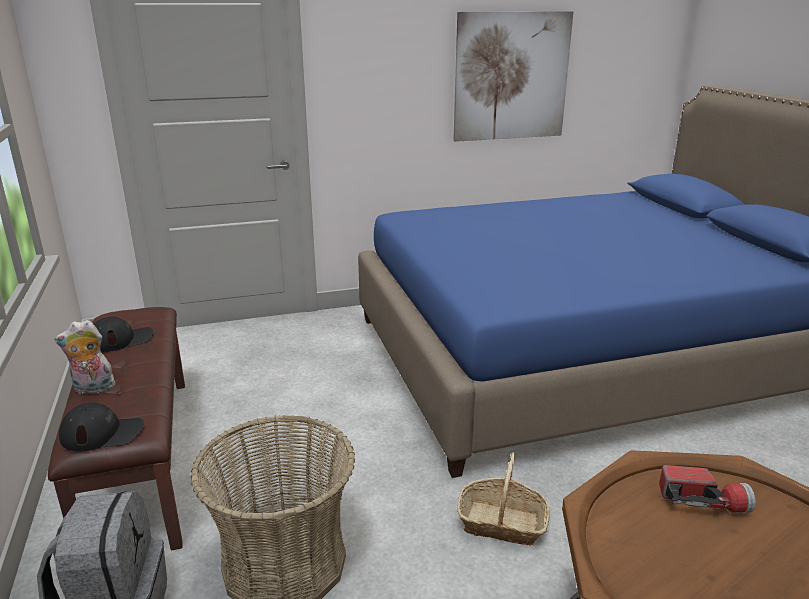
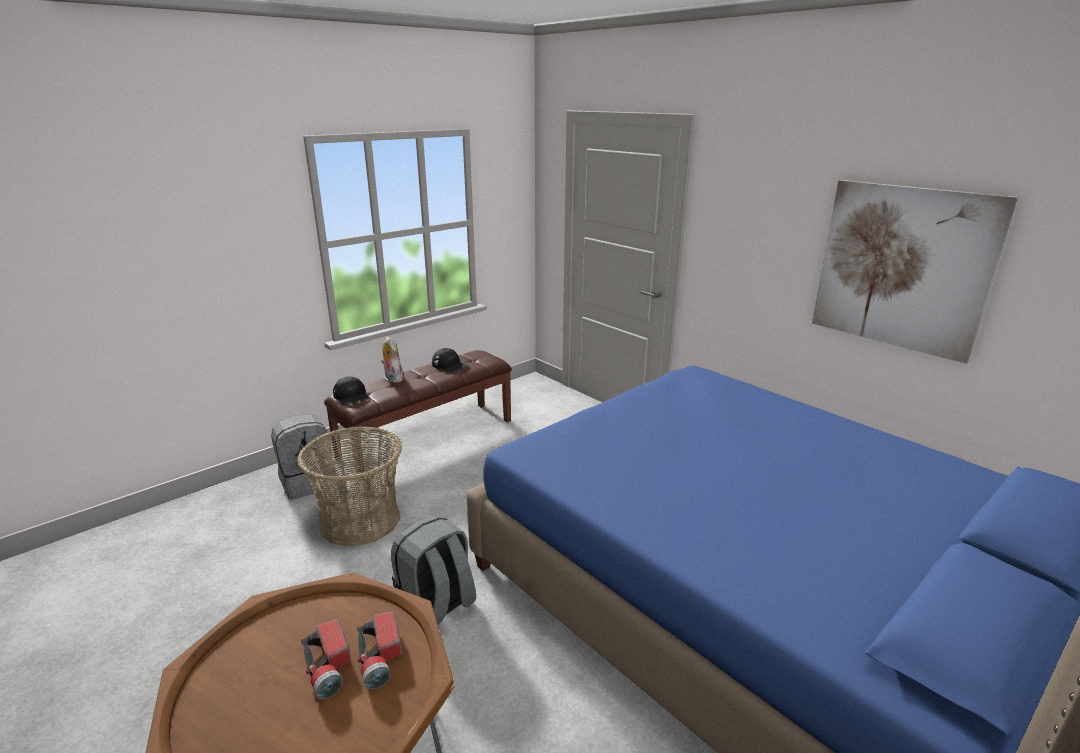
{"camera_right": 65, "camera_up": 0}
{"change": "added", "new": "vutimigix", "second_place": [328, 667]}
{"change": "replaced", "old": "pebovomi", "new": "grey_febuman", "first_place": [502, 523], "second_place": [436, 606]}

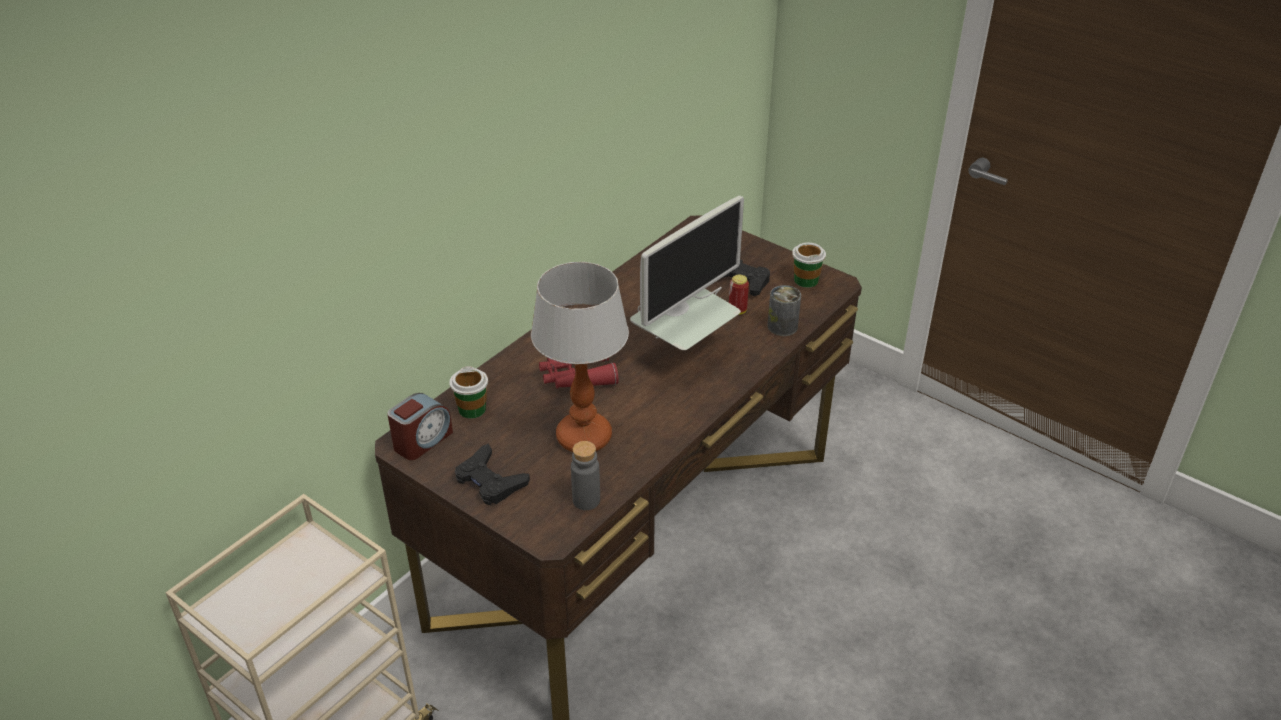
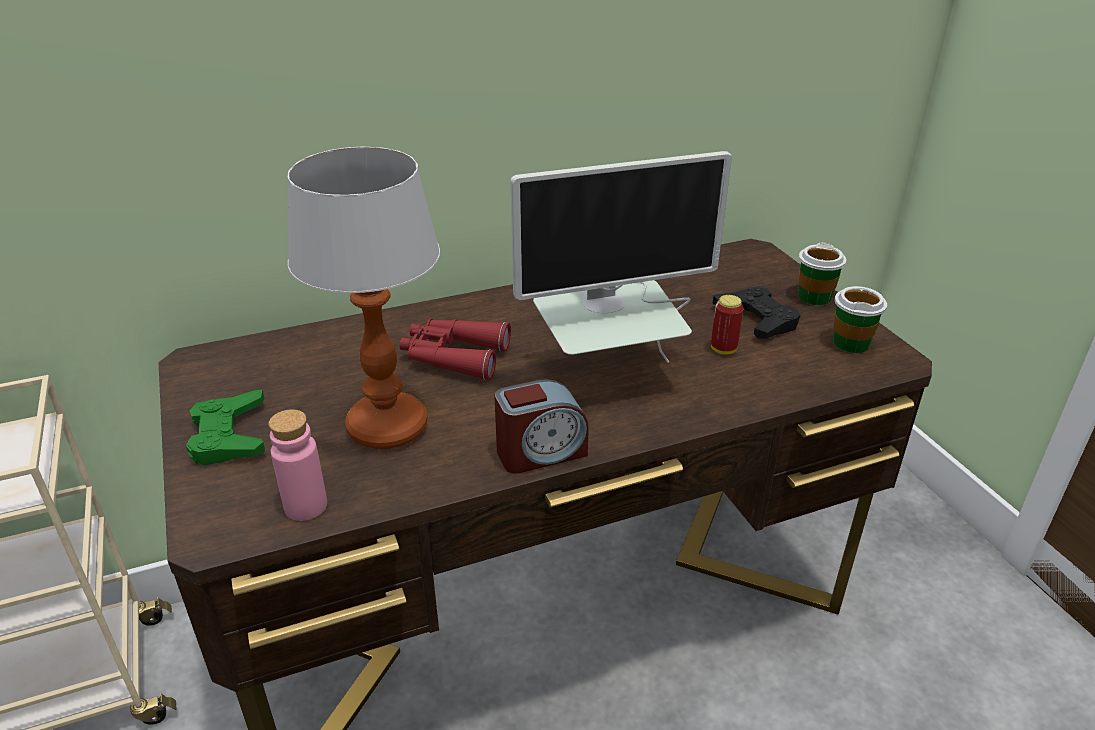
{"camera_right": 30, "camera_up": -5}
{"change": "removed", "old": "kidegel", "first_place": [782, 326]}
{"change": "moved", "old": "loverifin", "first_place": [422, 441], "second_place": [540, 452]}
{"change": "moved", "old": "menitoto", "first_place": [472, 409], "second_place": [814, 297]}
{"change": "recoloured", "old": "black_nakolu", "new": "green_nakolu", "first_place": [490, 481], "second_place": [229, 436]}
{"change": "recoloured", "old": "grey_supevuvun", "new": "pink_supevuvun", "first_place": [586, 500], "second_place": [306, 506]}

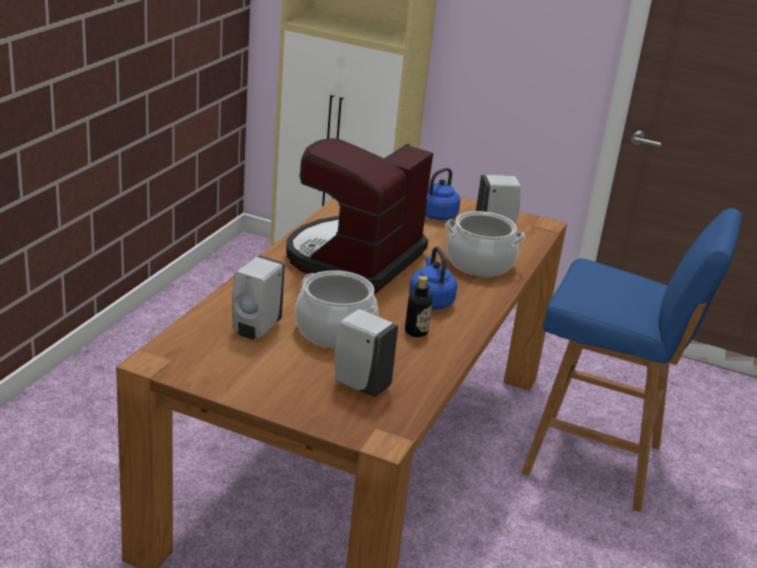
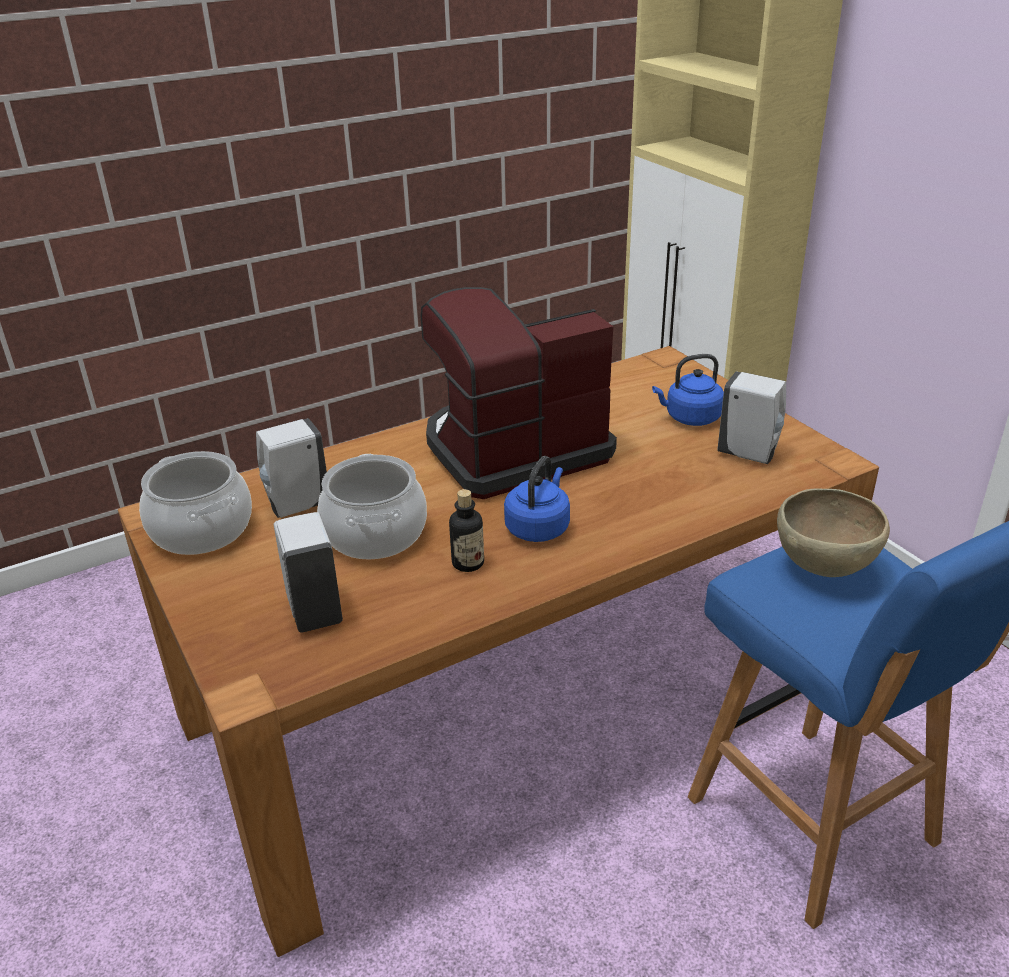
{"camera_right": 40, "camera_up": 5}
{"change": "added", "new": "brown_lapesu", "second_place": [824, 567]}
{"change": "moved", "old": "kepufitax", "first_place": [479, 264], "second_place": [201, 530]}

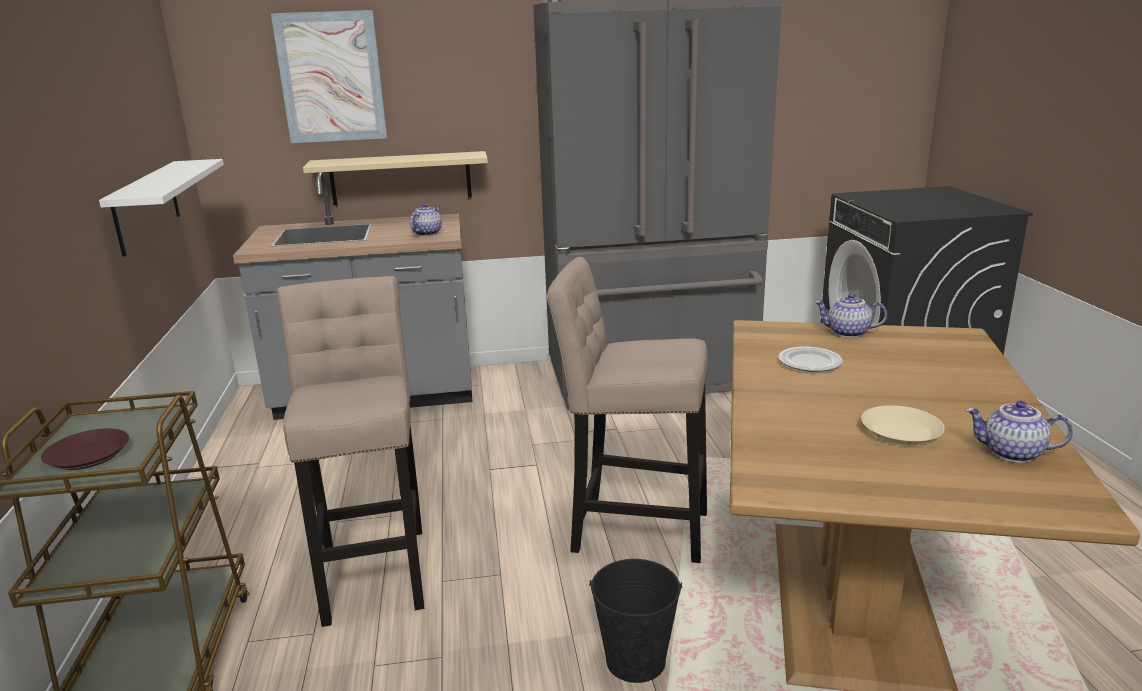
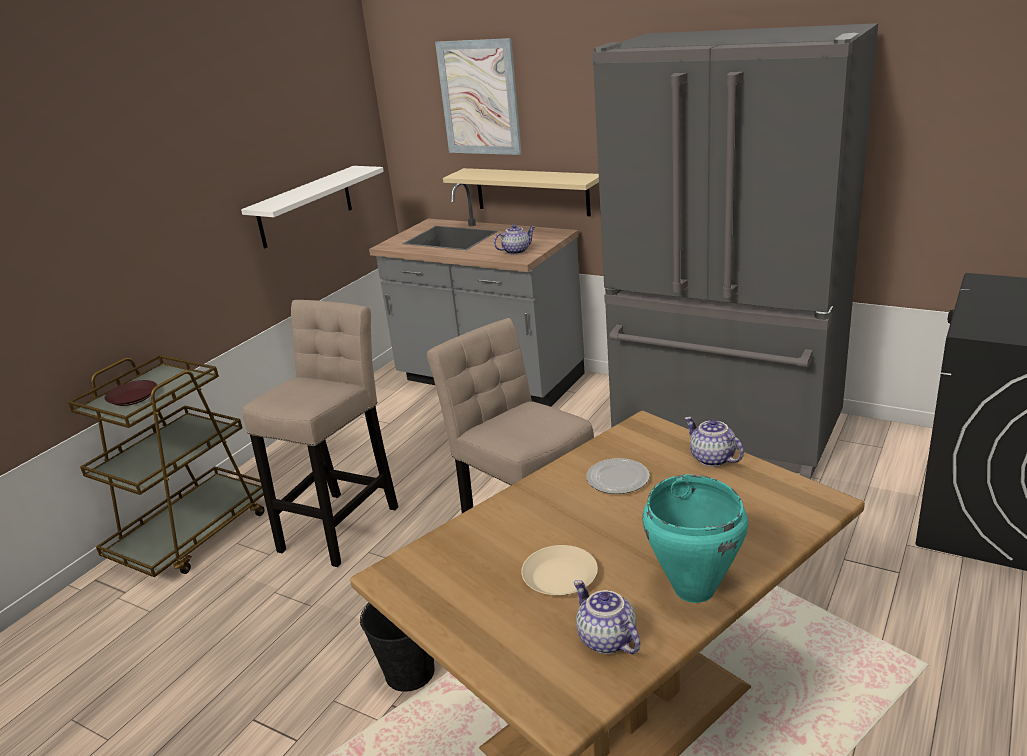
{"camera_right": 40, "camera_up": 5}
{"change": "added", "new": "turquoise_kepufitax", "second_place": [693, 590]}

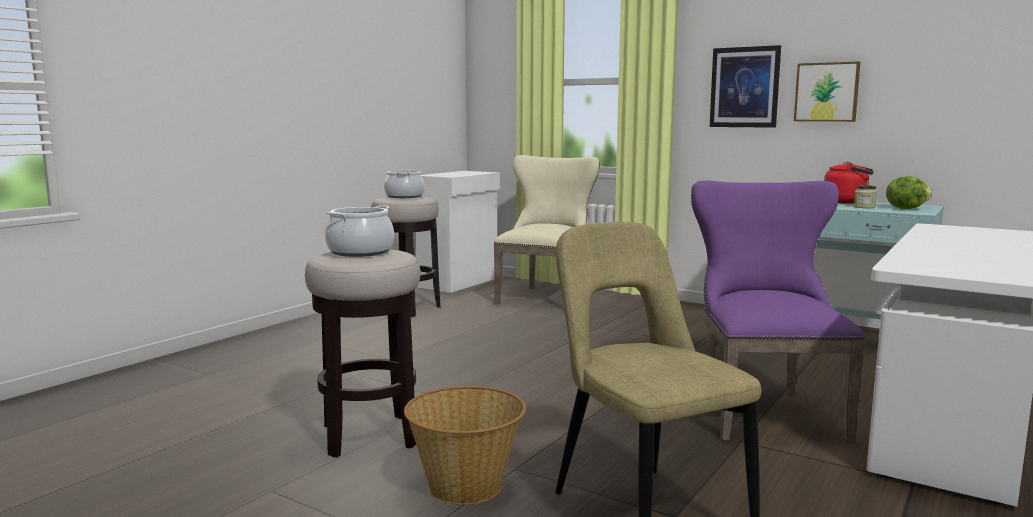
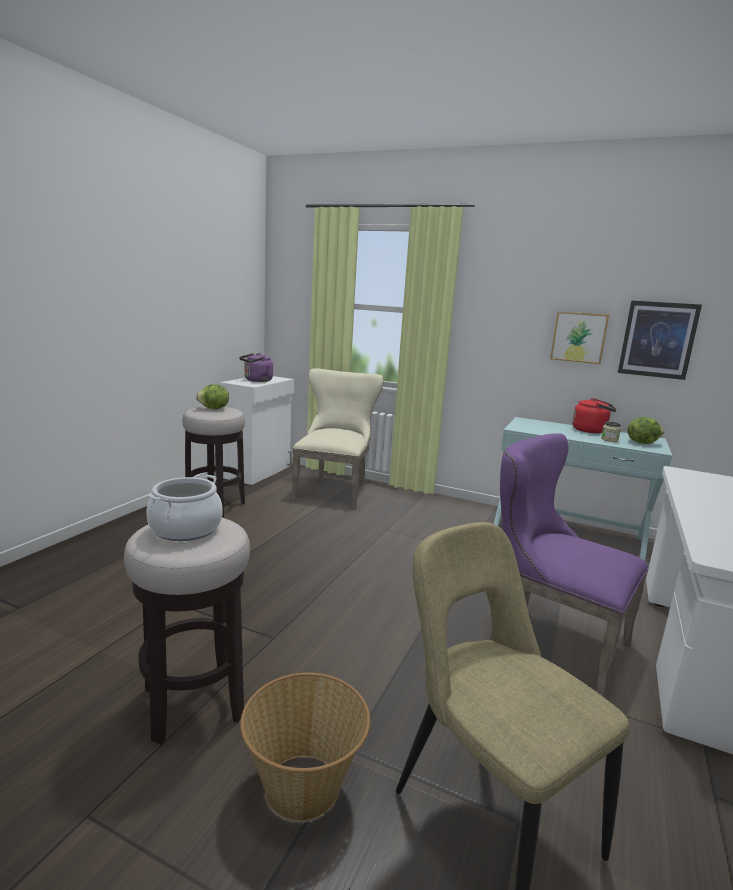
{"camera_right": -10, "camera_up": 5}
{"change": "added", "new": "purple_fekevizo", "second_place": [256, 380]}
{"change": "moved", "old": "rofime", "first_place": [744, 87], "second_place": [657, 339]}
{"change": "replaced", "old": "kepufitax", "new": "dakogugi", "first_place": [404, 196], "second_place": [214, 409]}
{"change": "turned", "old": "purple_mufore", "first_place": [763, 409], "second_place": [549, 640], "degrees": -45}

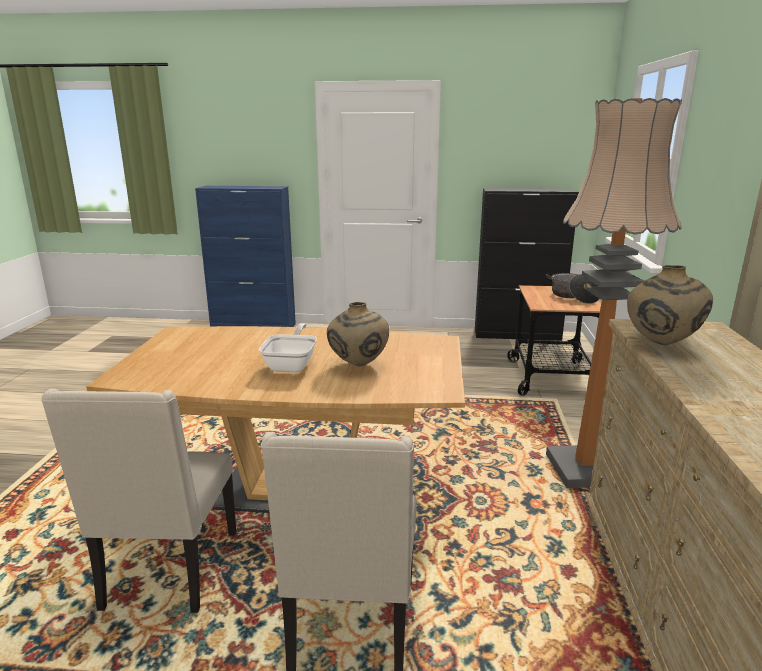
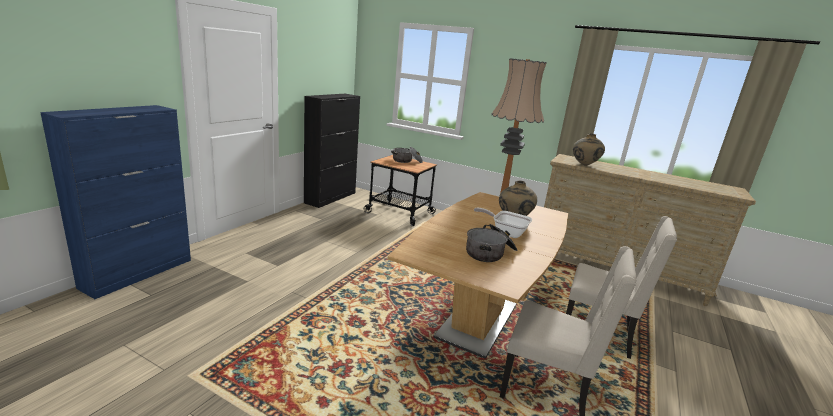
{"camera_right": -70, "camera_up": 0}
{"change": "added", "new": "kepufitax", "second_place": [490, 253]}

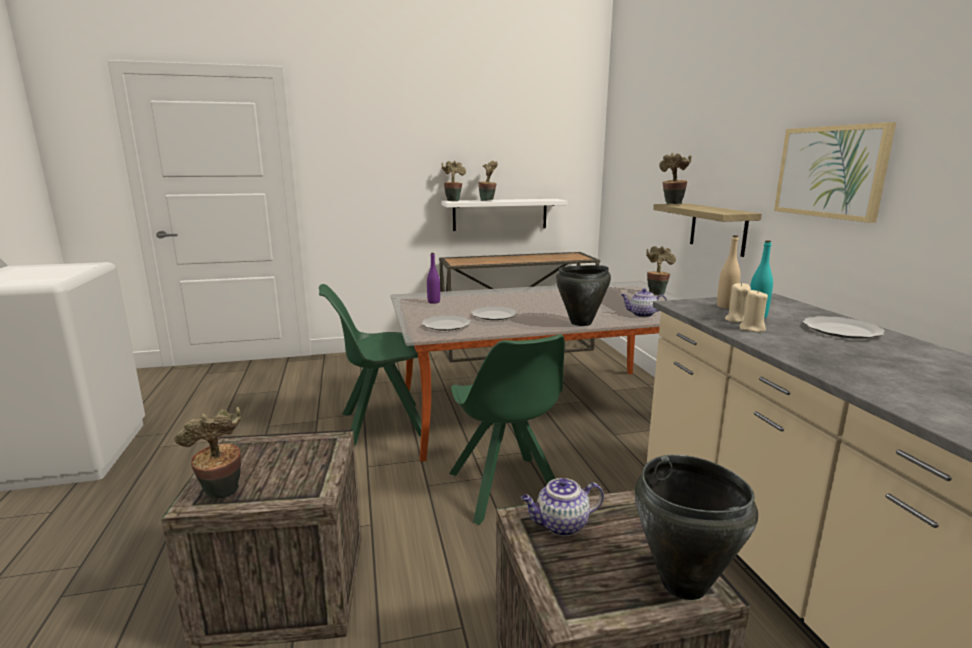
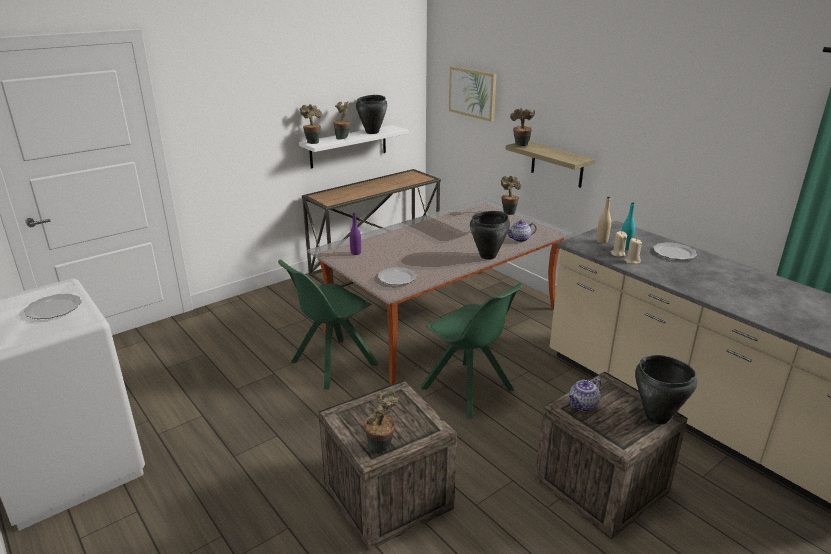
{"camera_right": -25, "camera_up": 10}
{"change": "added", "new": "black_kepufitax", "second_place": [372, 132]}
{"change": "moved", "old": "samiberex", "first_place": [494, 315], "second_place": [54, 308]}
{"change": "moved", "old": "rofime", "first_place": [830, 172], "second_place": [472, 93]}

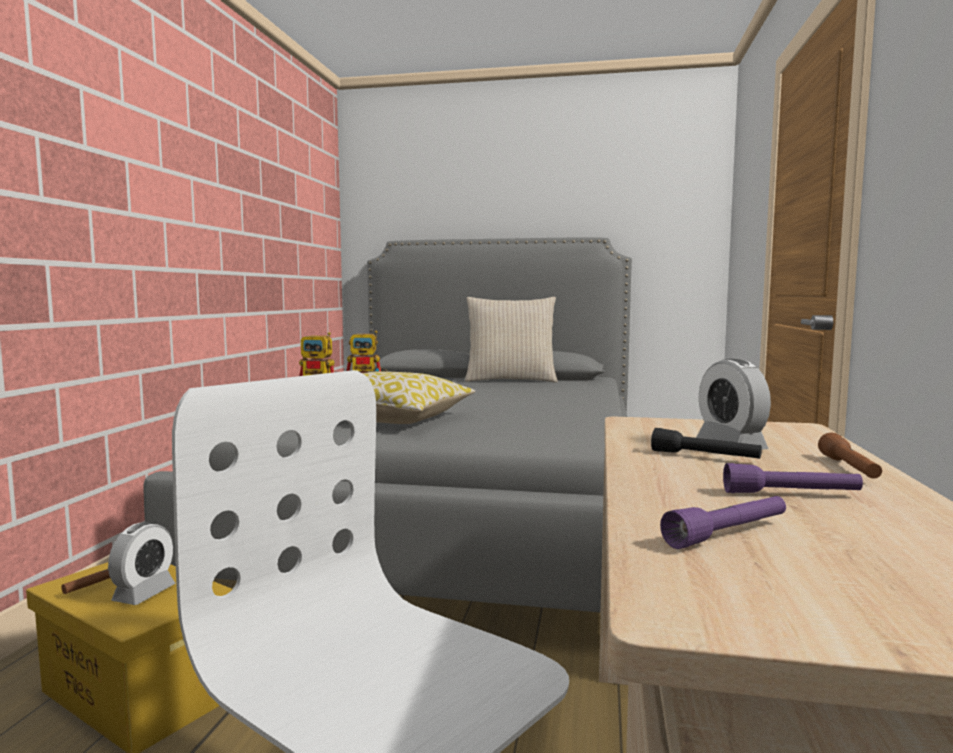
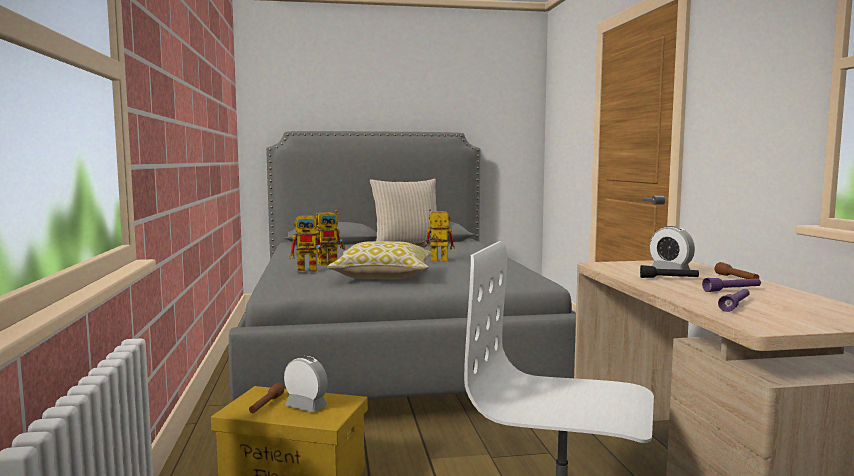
{"camera_right": -20, "camera_up": 0}
{"change": "added", "new": "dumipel", "second_place": [434, 260]}
{"change": "turned", "old": "loverifin", "first_place": [144, 594], "second_place": [306, 406], "degrees": -60}

